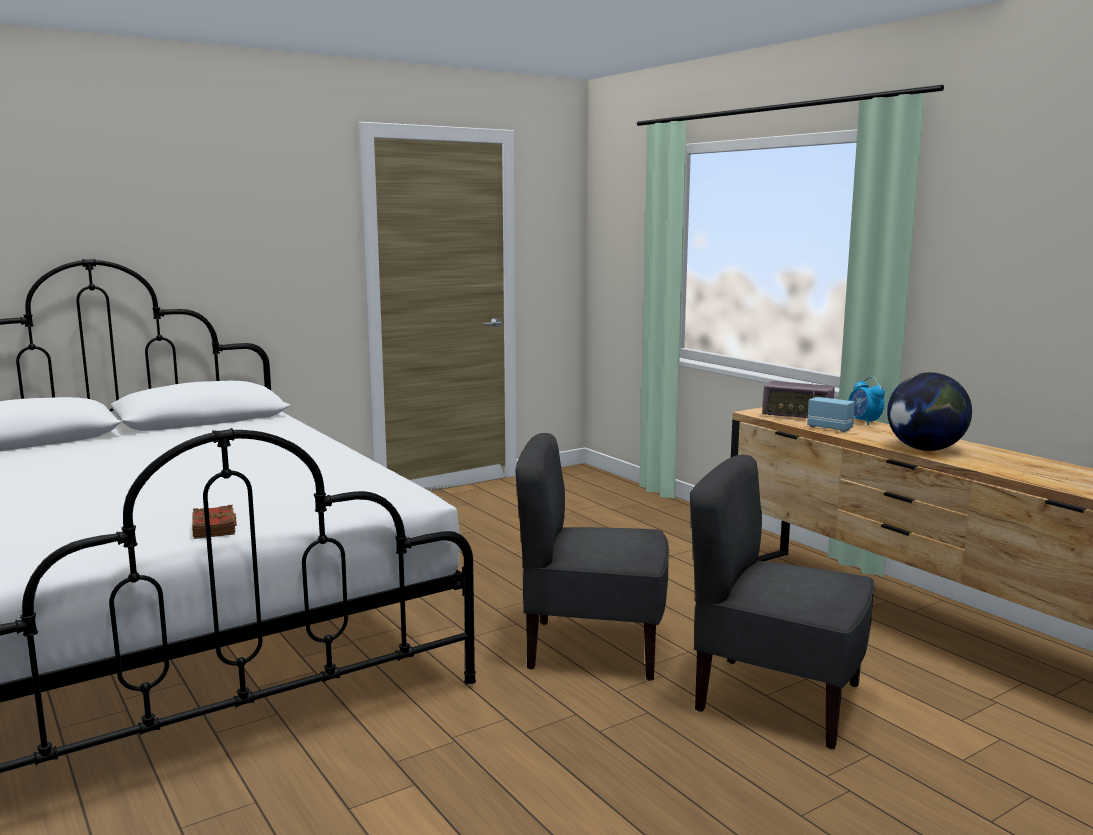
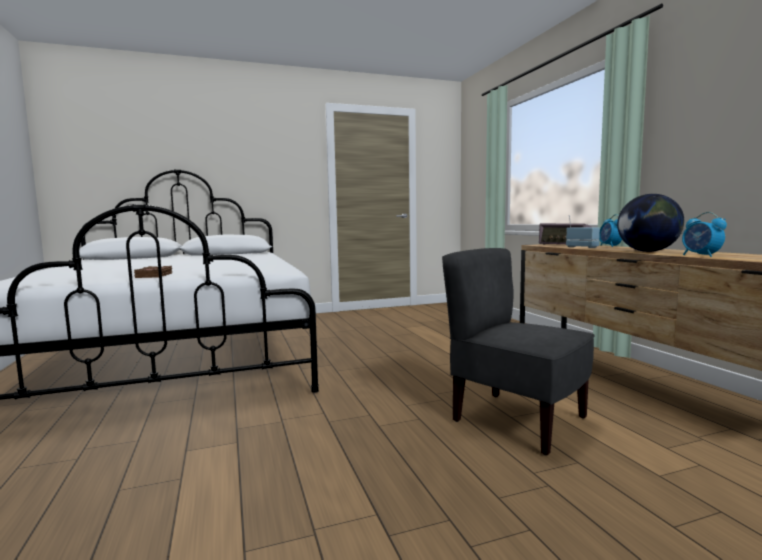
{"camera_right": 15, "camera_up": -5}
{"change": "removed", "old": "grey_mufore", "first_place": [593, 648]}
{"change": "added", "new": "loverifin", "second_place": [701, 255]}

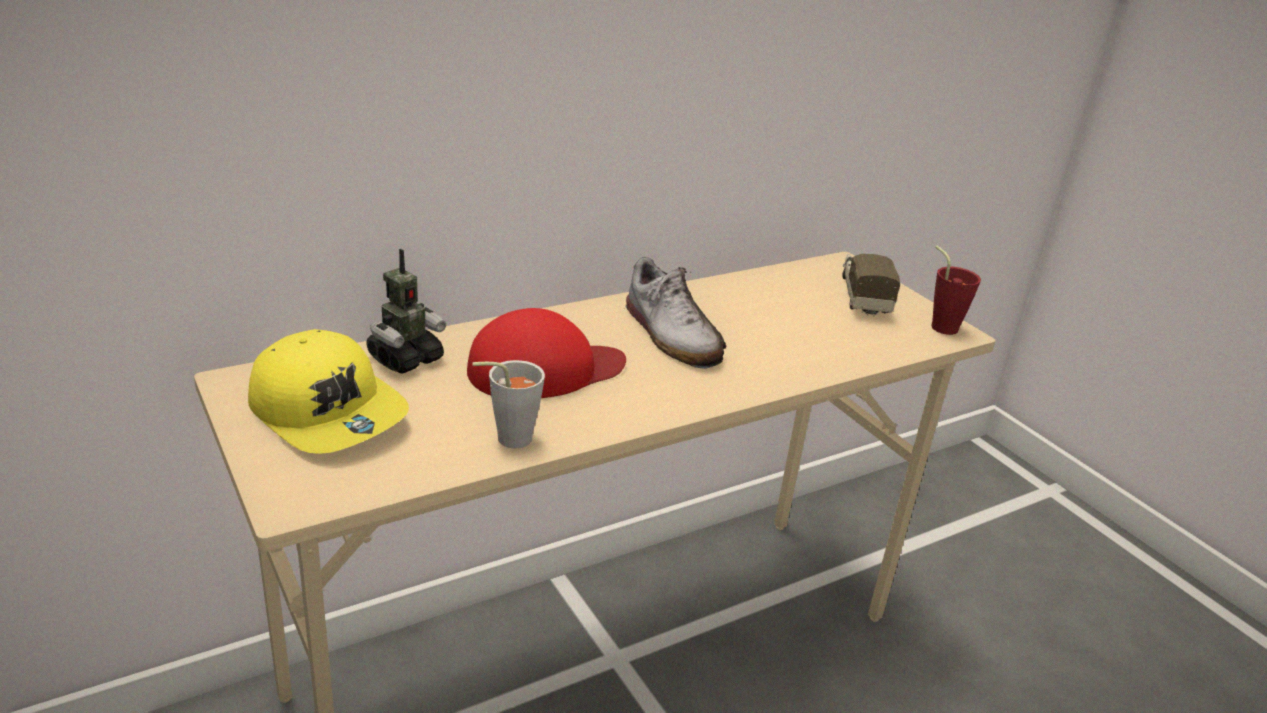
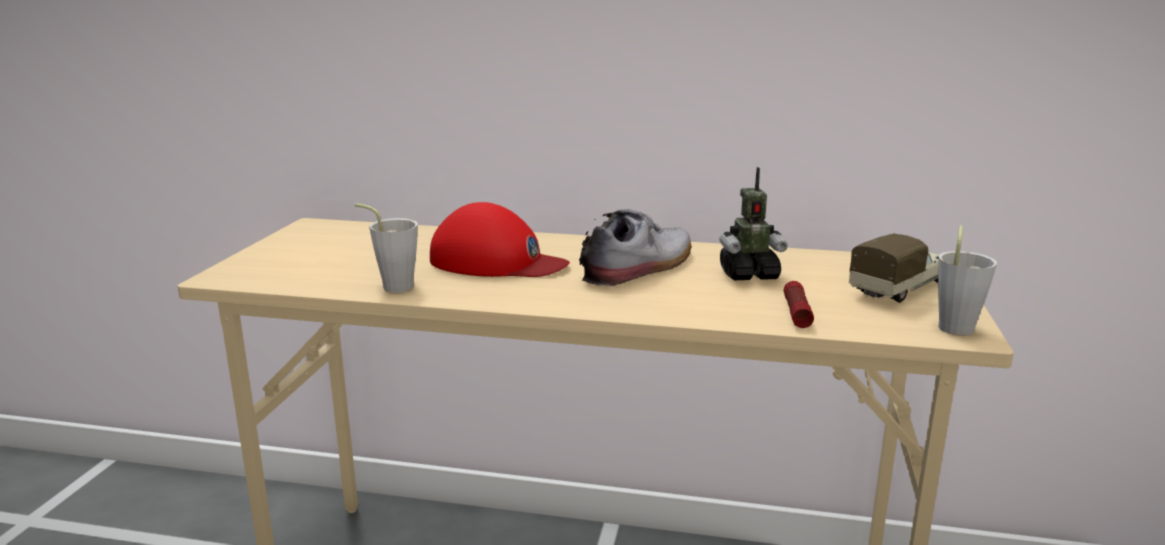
{"camera_right": 45, "camera_up": -10}
{"change": "removed", "old": "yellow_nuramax", "first_place": [329, 412]}
{"change": "added", "new": "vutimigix", "second_place": [796, 313]}
{"change": "moved", "old": "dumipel", "first_place": [405, 359], "second_place": [748, 274]}
{"change": "recoloured", "old": "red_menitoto", "new": "grey_menitoto", "first_place": [941, 325], "second_place": [956, 325]}
{"change": "turned", "old": "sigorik", "first_place": [671, 335], "second_place": [639, 268], "degrees": -150}

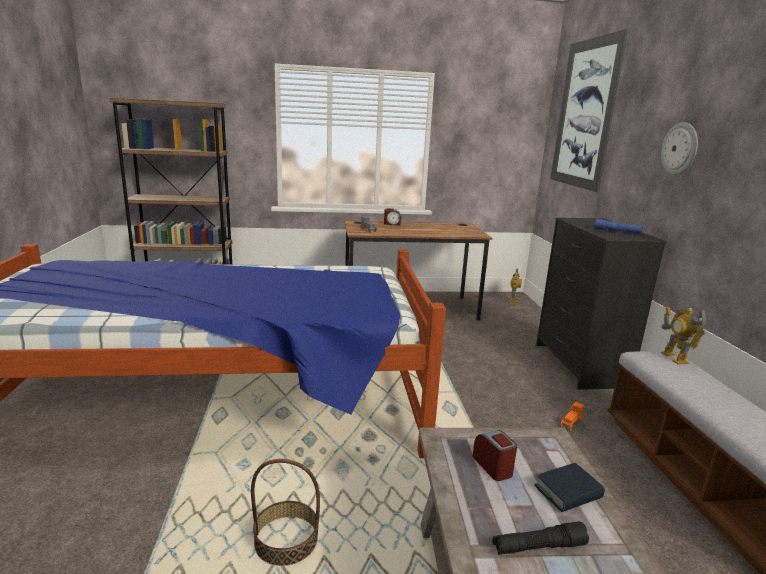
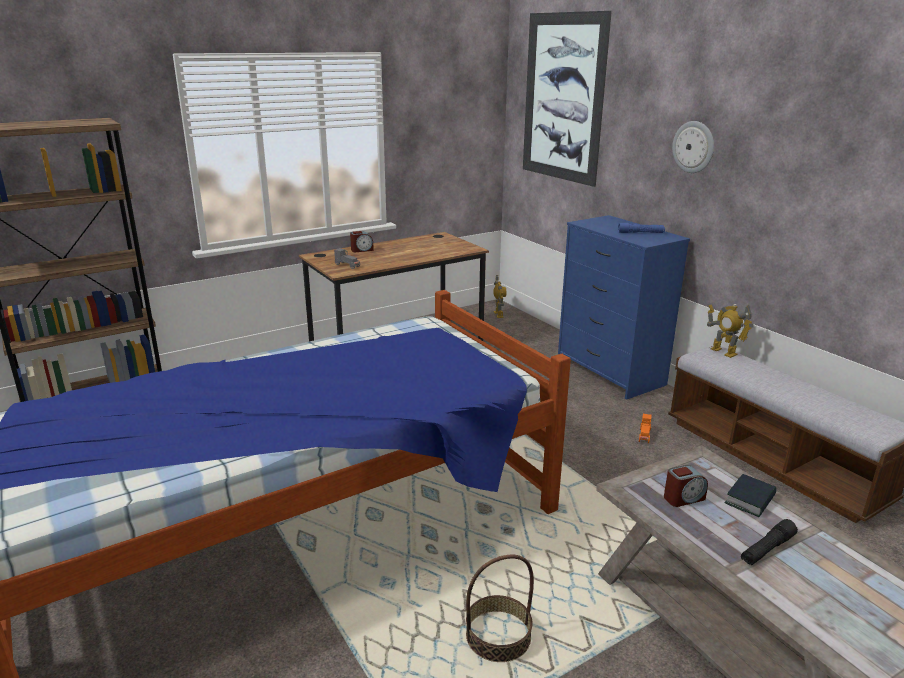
{"camera_right": -25, "camera_up": 5}
{"change": "recoloured", "old": "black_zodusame", "new": "blue_zodusame", "first_place": [579, 365], "second_place": [609, 372]}
{"change": "turned", "old": "loverifin", "first_place": [493, 466], "second_place": [683, 498], "degrees": 120}

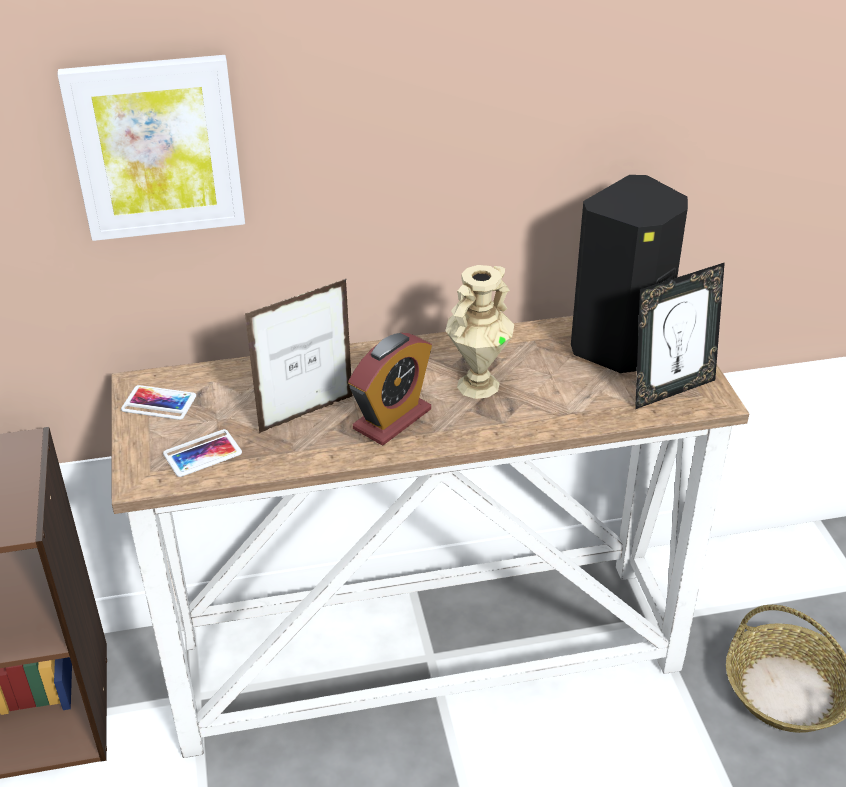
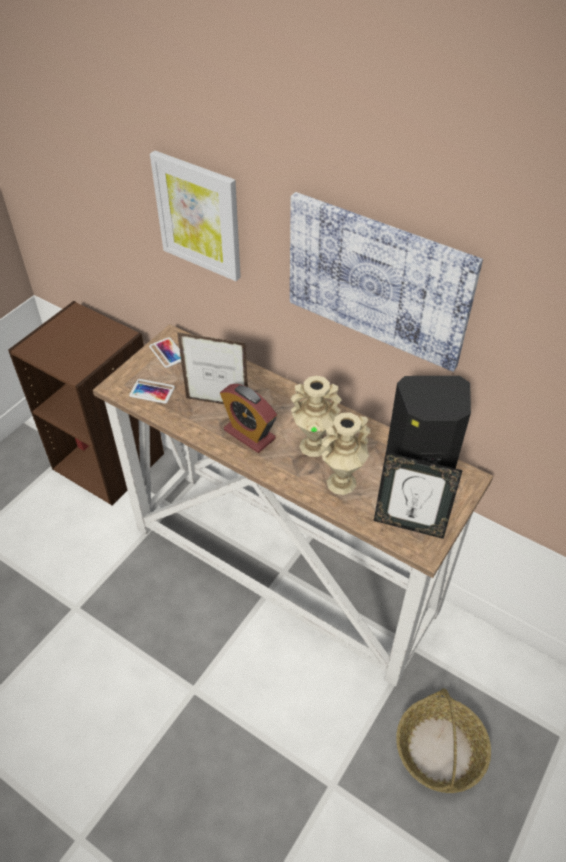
{"camera_right": 45, "camera_up": 10}
{"change": "added", "new": "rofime", "second_place": [378, 280]}
{"change": "added", "new": "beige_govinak", "second_place": [341, 483]}
{"change": "turned", "old": "loverifin", "first_place": [392, 419], "second_place": [249, 434], "degrees": 45}

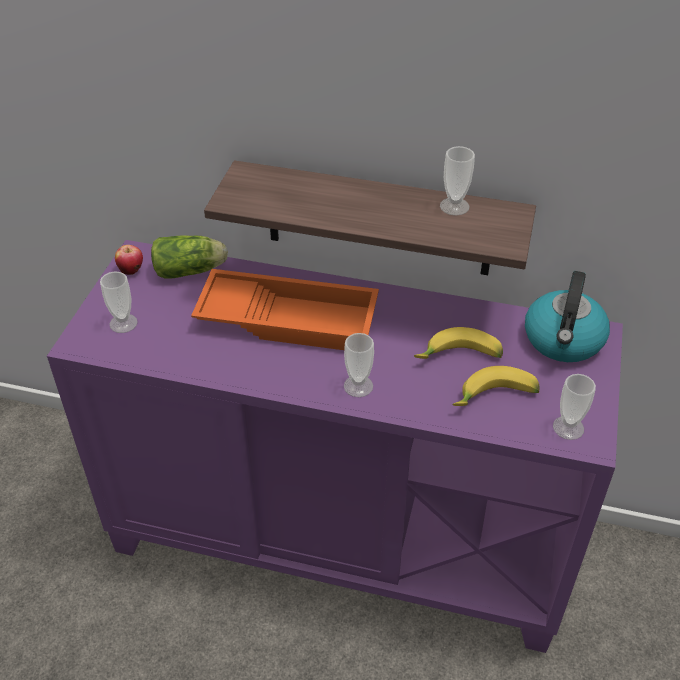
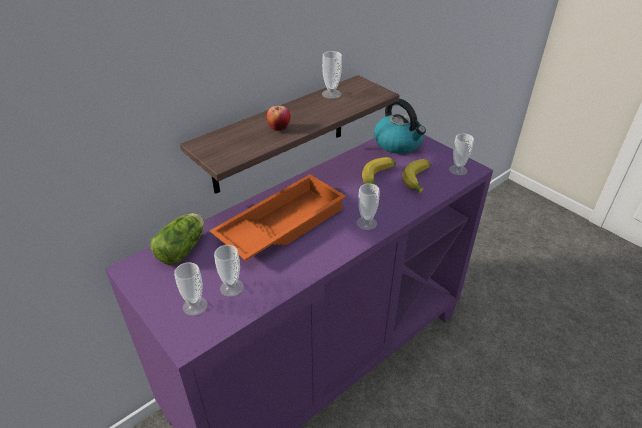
{"camera_right": -55, "camera_up": -5}
{"change": "added", "new": "menitoto", "second_place": [231, 287]}
{"change": "moved", "old": "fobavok", "first_place": [131, 270], "second_place": [279, 128]}

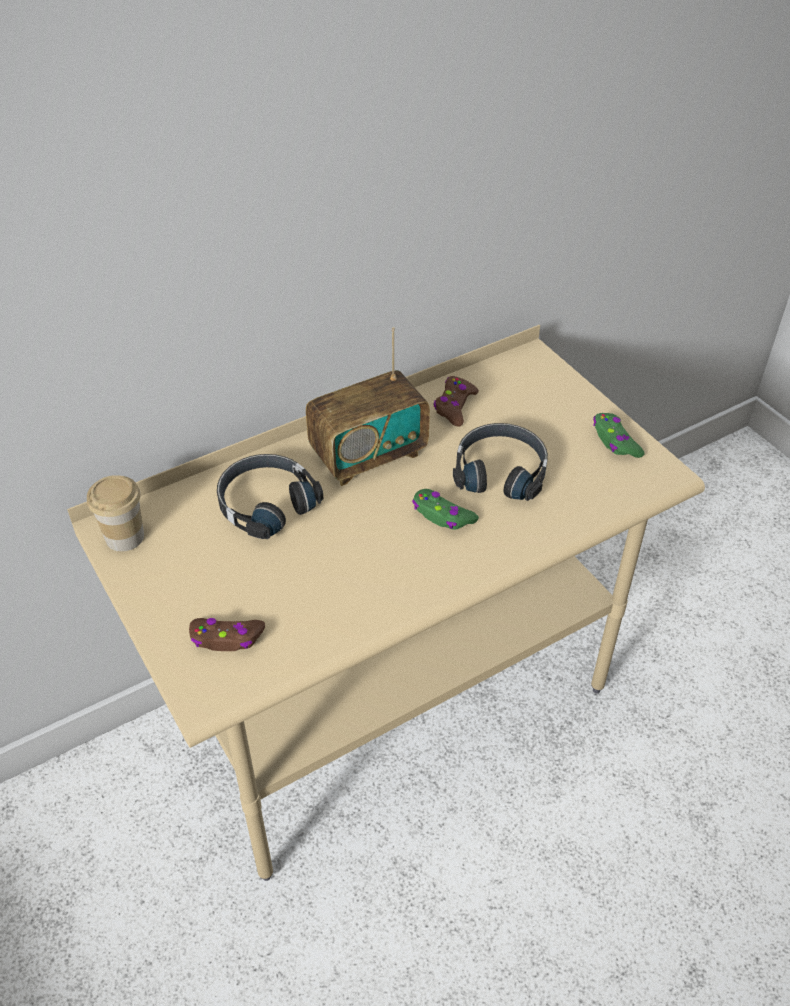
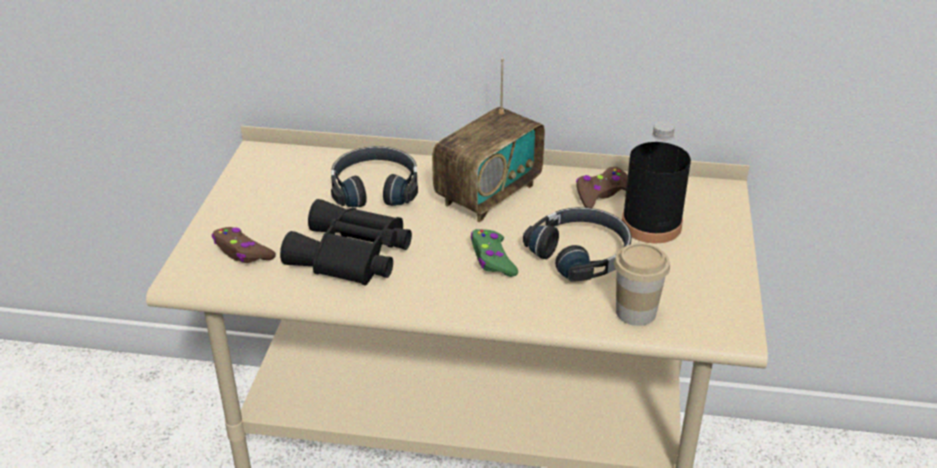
{"camera_right": 40, "camera_up": -10}
{"change": "removed", "old": "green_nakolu", "first_place": [615, 441]}
{"change": "added", "new": "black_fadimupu", "second_place": [351, 256]}
{"change": "added", "new": "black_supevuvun", "second_place": [651, 225]}
{"change": "moved", "old": "menitoto", "first_place": [125, 537], "second_place": [635, 312]}
{"change": "turned", "old": "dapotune", "first_place": [368, 456], "second_place": [488, 194], "degrees": -60}

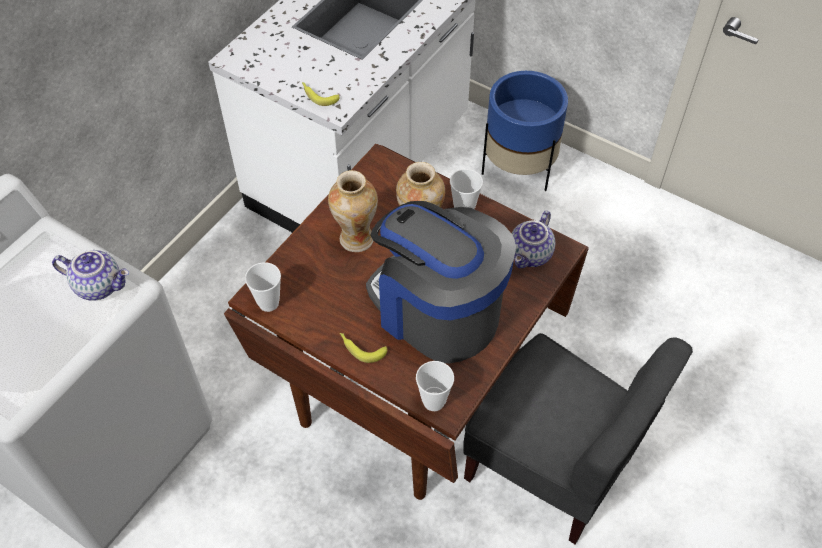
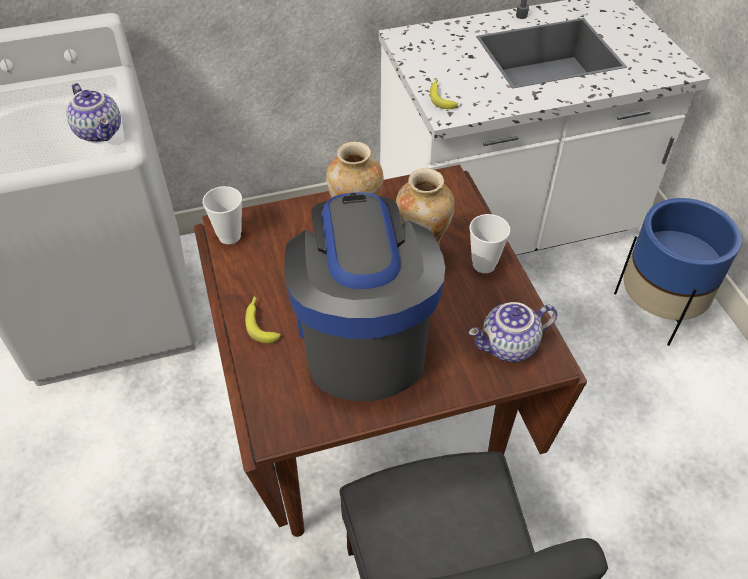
{"camera_right": 40, "camera_up": -5}
{"change": "removed", "old": "menitoto", "first_place": [434, 401]}

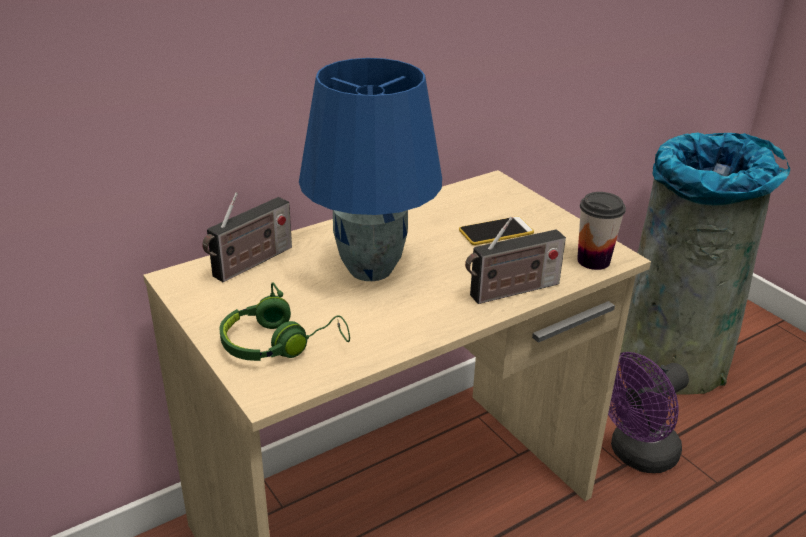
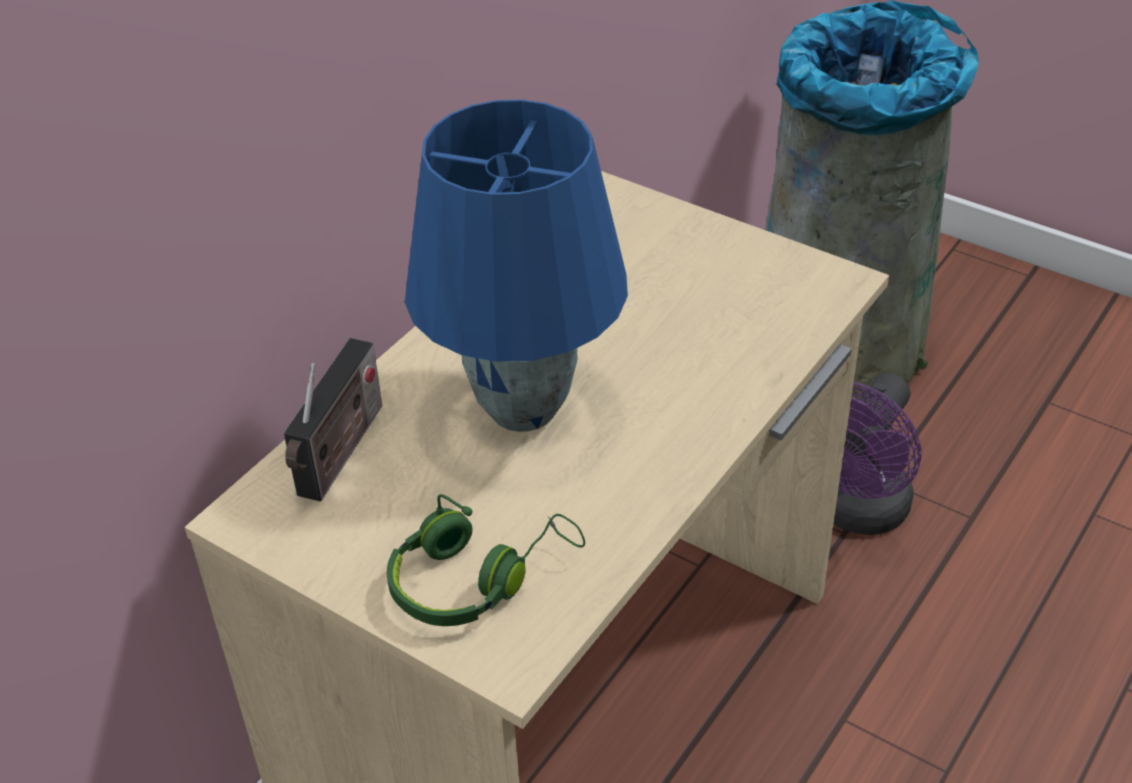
{"camera_right": -20, "camera_up": 10}
{"change": "removed", "old": "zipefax", "first_place": [496, 232]}
{"change": "removed", "old": "dapotune", "first_place": [511, 291]}
{"change": "removed", "old": "menitoto", "first_place": [593, 261]}

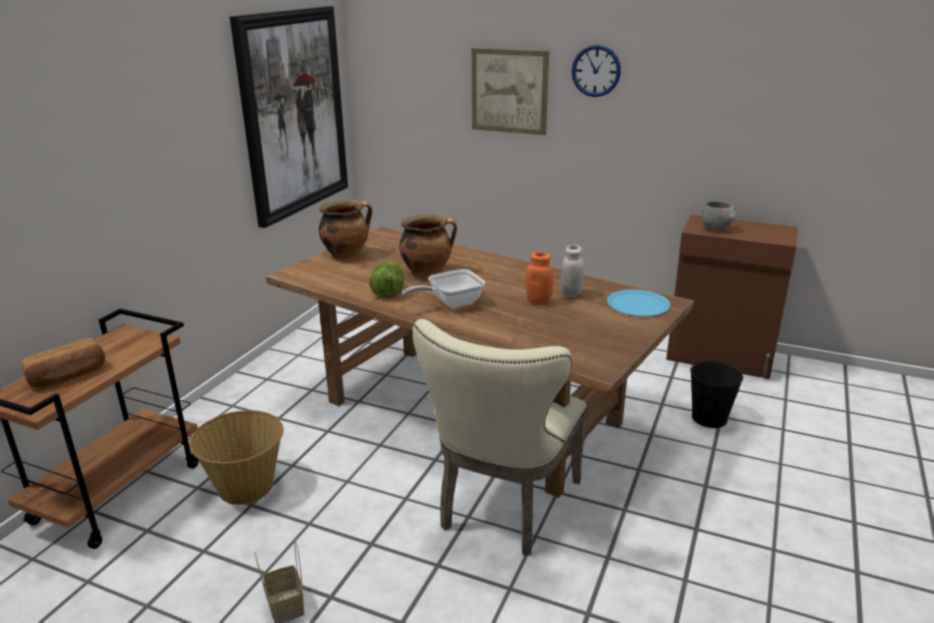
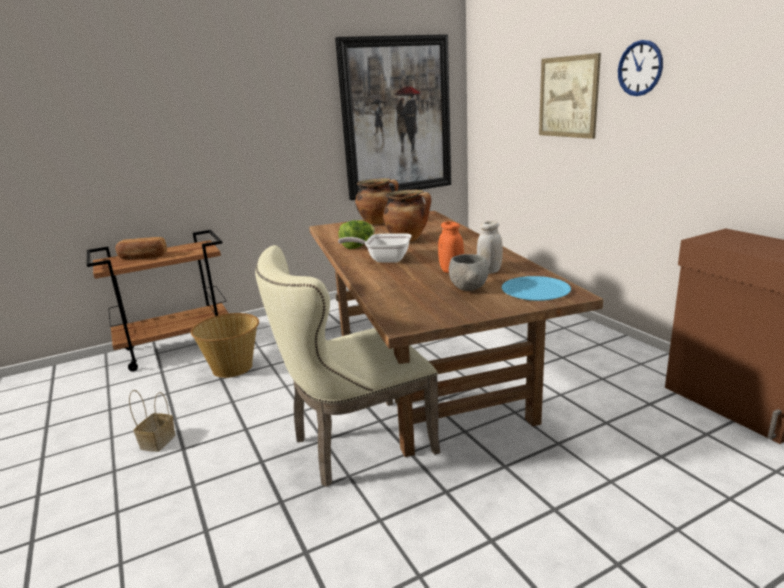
{"camera_right": 40, "camera_up": -5}
{"change": "removed", "old": "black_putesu", "first_place": [709, 418]}
{"change": "moved", "old": "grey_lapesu", "first_place": [715, 229], "second_place": [468, 289]}

